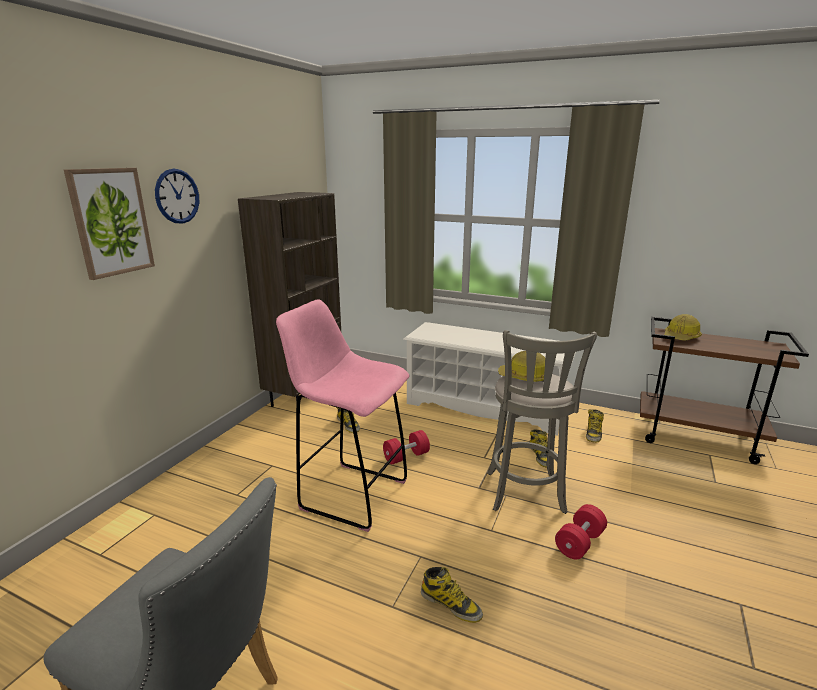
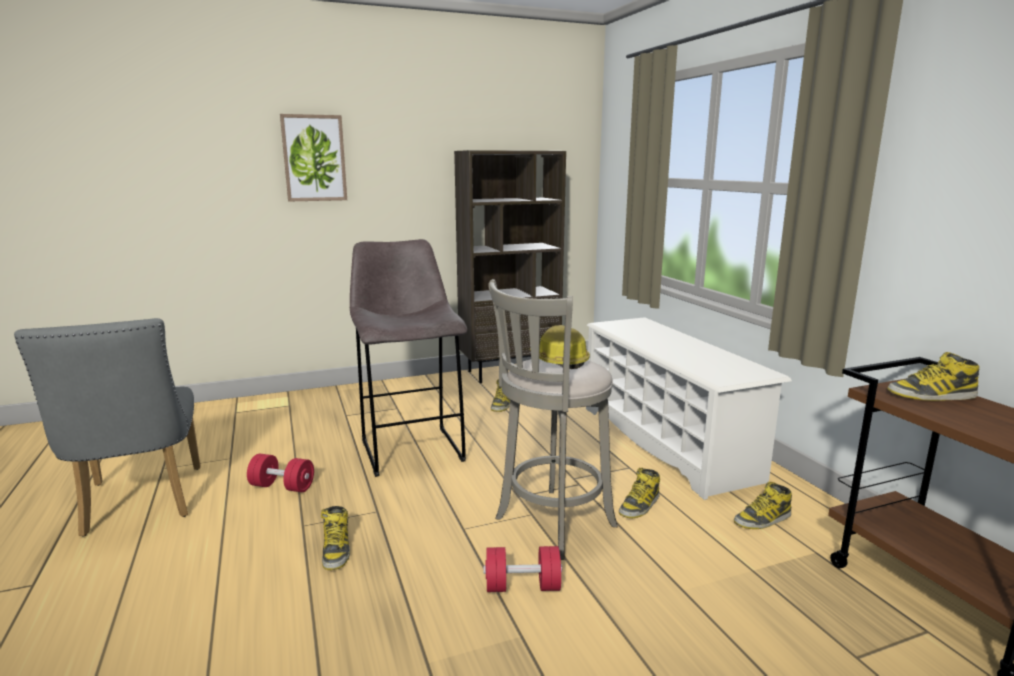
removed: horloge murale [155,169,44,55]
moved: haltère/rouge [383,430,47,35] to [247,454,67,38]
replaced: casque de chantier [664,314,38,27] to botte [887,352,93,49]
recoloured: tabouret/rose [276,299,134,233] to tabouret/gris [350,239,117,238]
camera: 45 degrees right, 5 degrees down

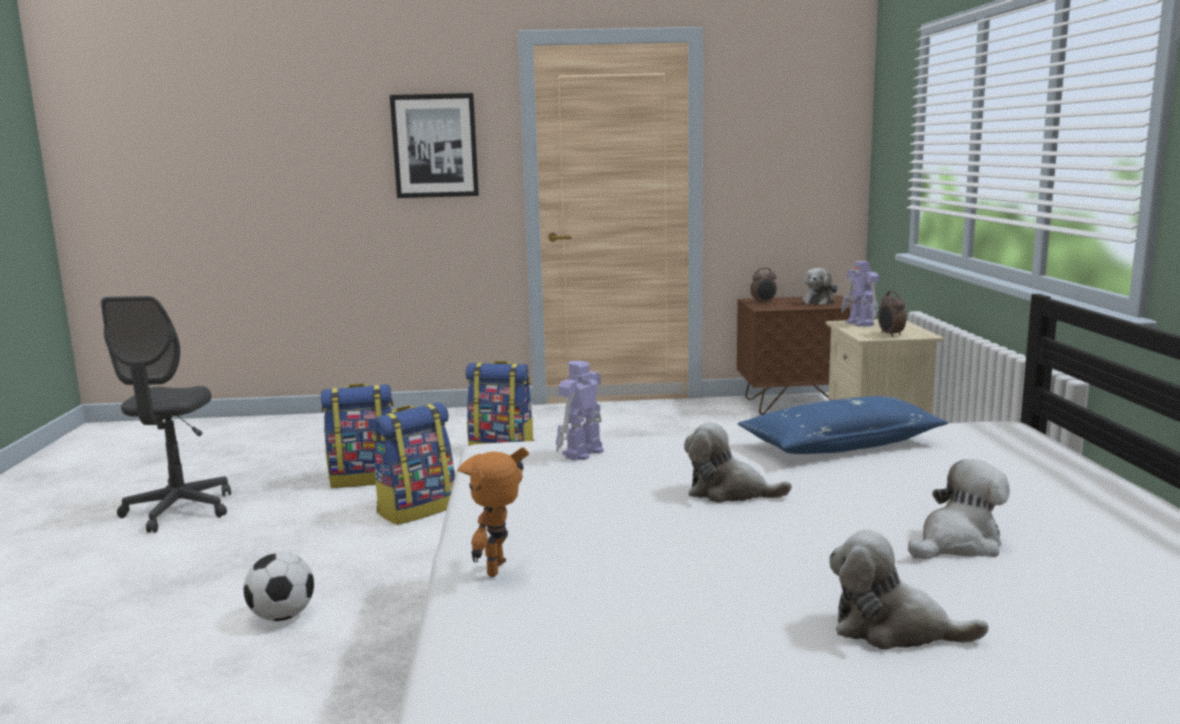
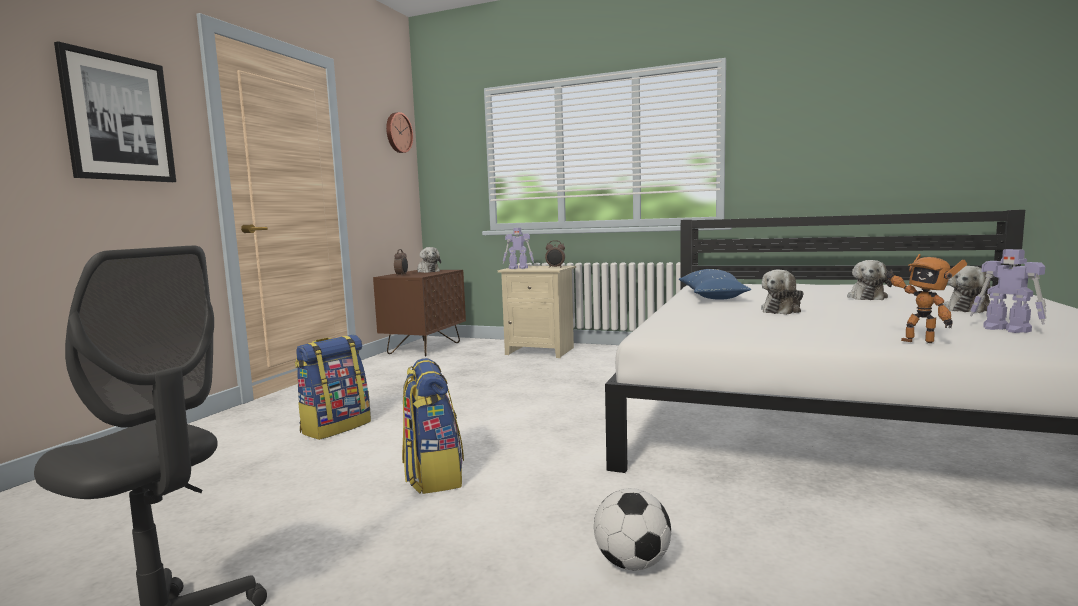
removed: sac à dos [320,384,74,104]
added: horloge murale [386,112,27,41]
moved: robot jouet [556,361,47,99] to [970,249,77,84]
turned: peluche [908,459,102,100] = [847,260,45,40] 150 degrees counterclockwise
camera: 65 degrees left, 5 degrees down

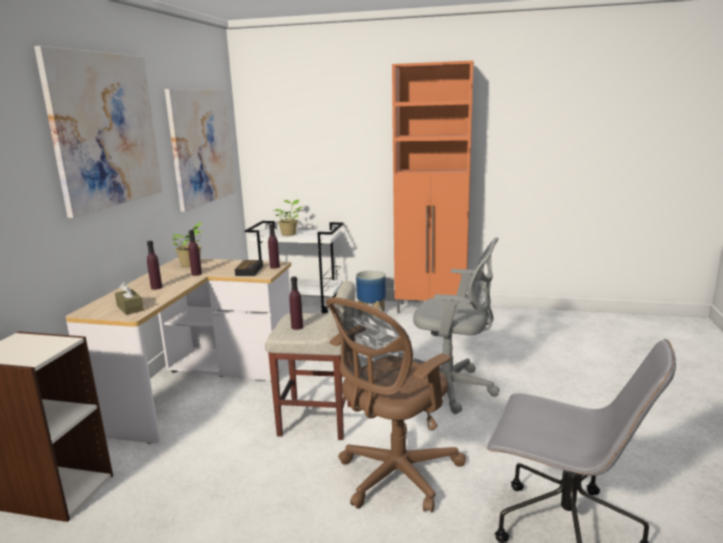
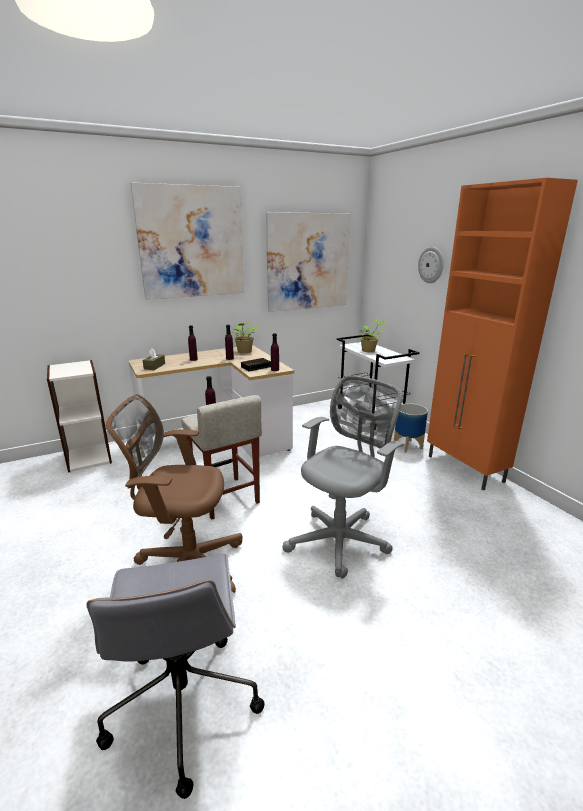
added: horloge murale [418,247,26,36]
turned: chaise de bureau/gris [413,237,87,177] = [282,375,122,204] 120 degrees counterclockwise
camera: 50 degrees right, 5 degrees up

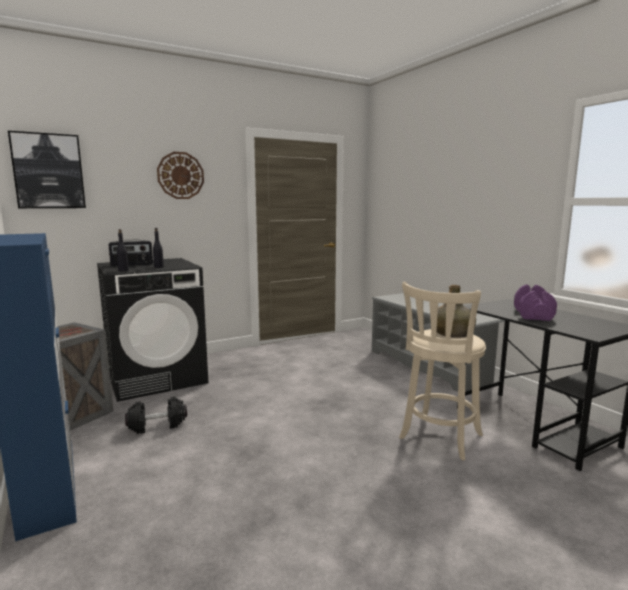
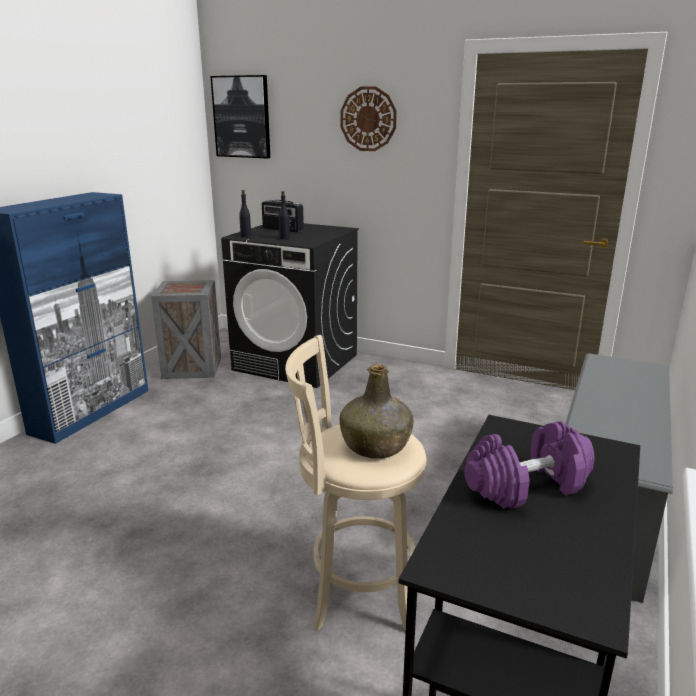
removed: haltère/noir [125,397,62,37]
camera: 55 degrees right, 10 degrees up

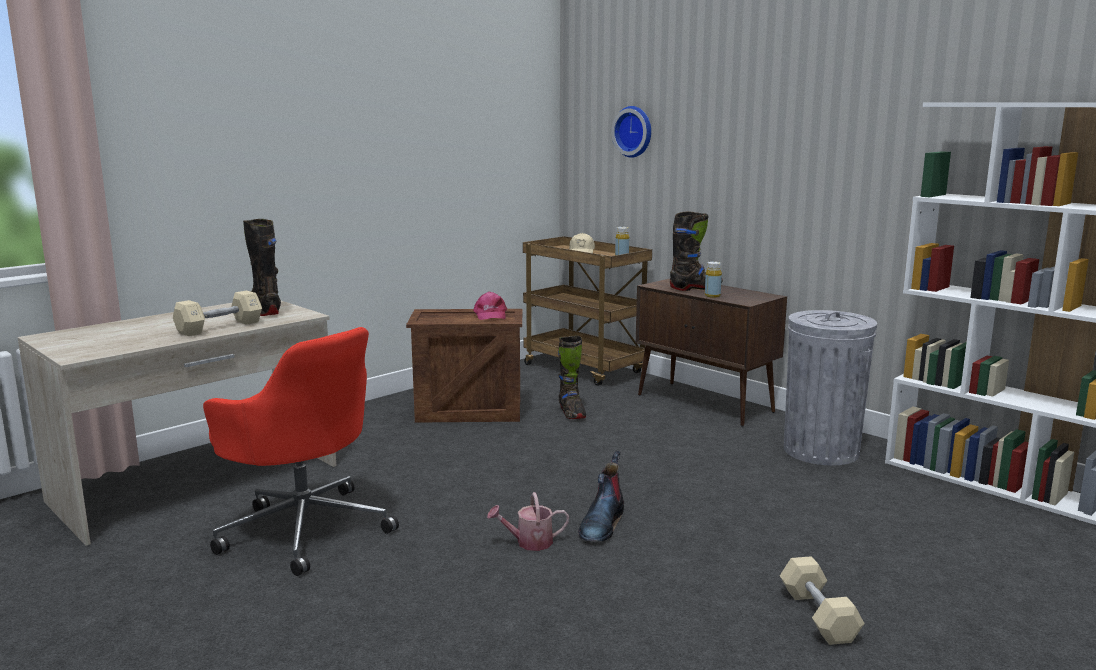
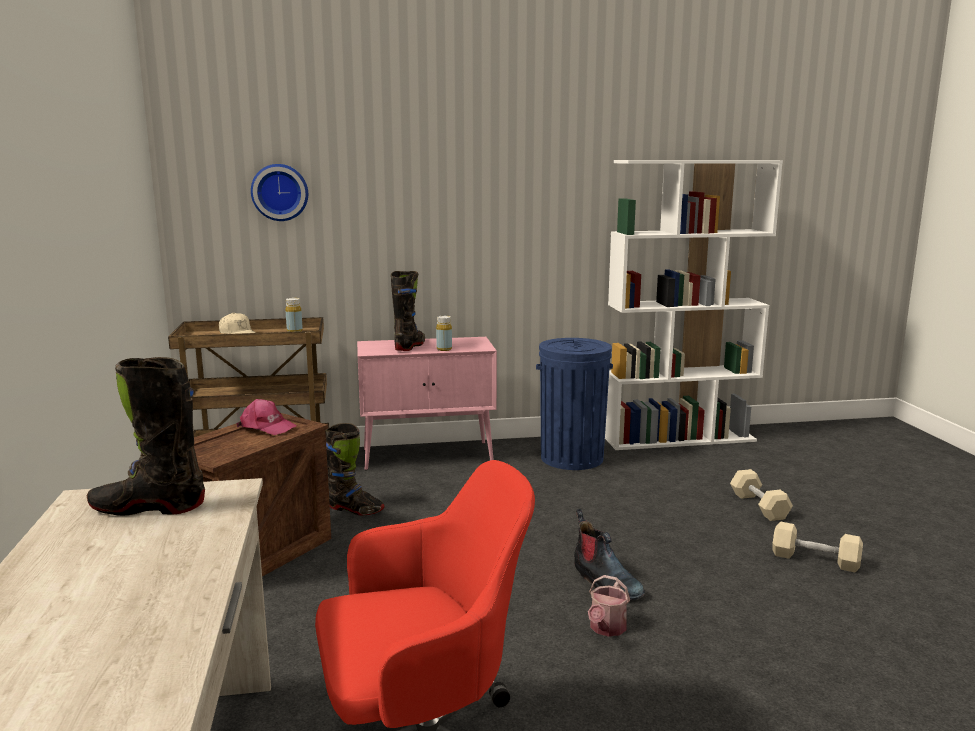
moved: haltère/beige [173,291,89,45] to [730,469,63,52]
recoloured: meuble de rangement/marron [636,279,151,148] to meuble de rangement/rose [357,337,140,133]; poubelle/gris [784,310,93,155] to poubelle/bleu [536,338,77,132]
camera: 55 degrees left, 0 degrees up

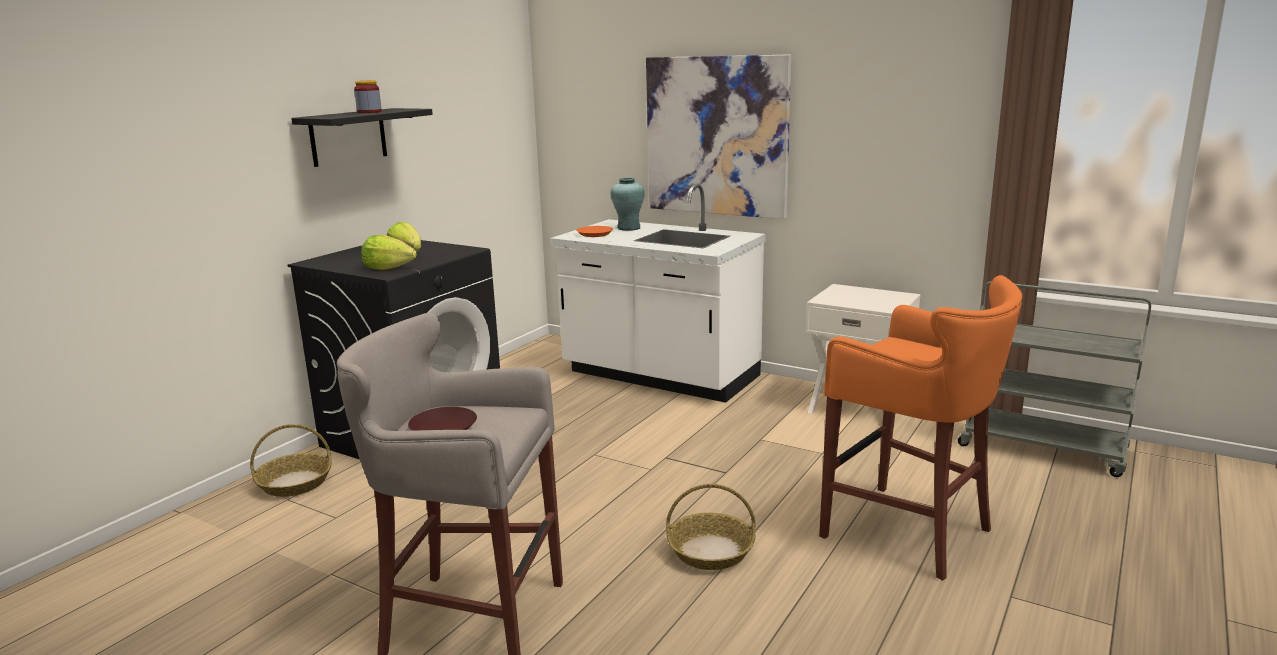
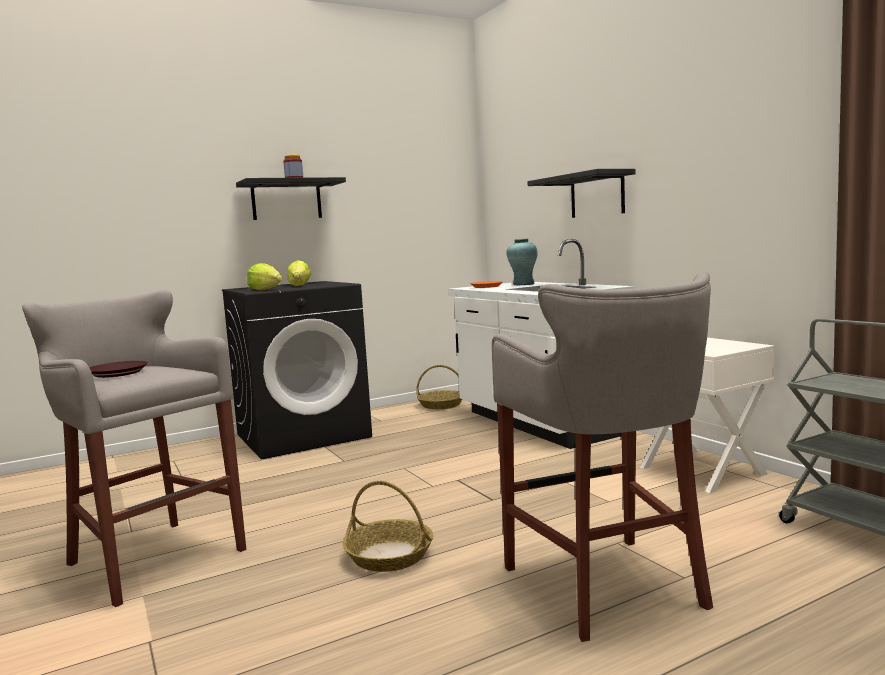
moved: panier [250,424,82,73] to [417,365,45,44]
replaced: tableau [646,54,145,165] to étagère/noir [528,169,108,49]
recoloured: tabouret/orange [819,275,203,306] to tabouret/gris [492,271,221,371]
camera: 30 degrees right, 10 degrees down

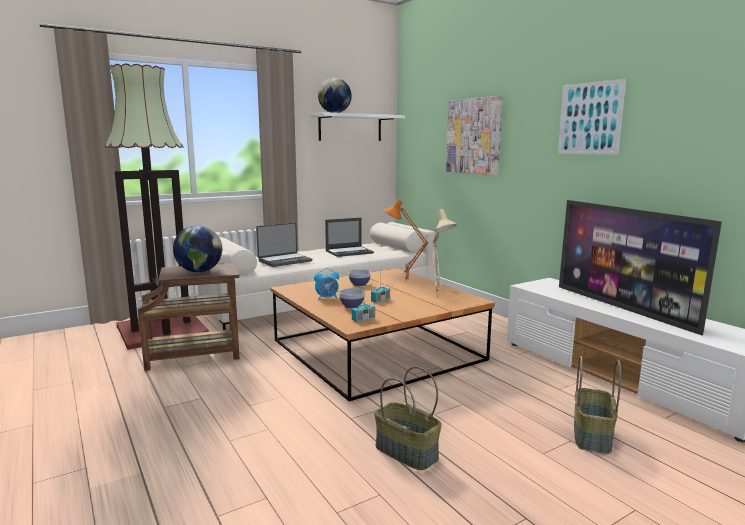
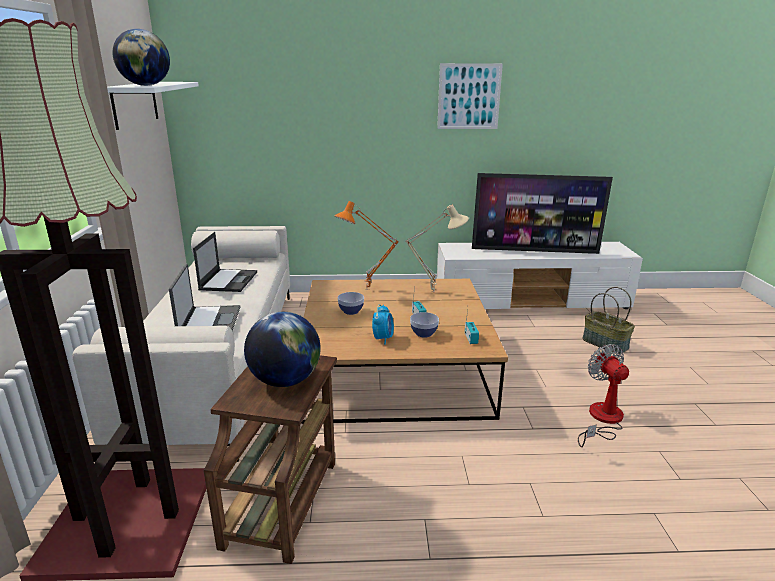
removed: tableau [446,96,57,79]
replaced: panier [374,366,68,104] to ventilateur [578,344,51,103]
camera: 60 degrees left, 10 degrees up

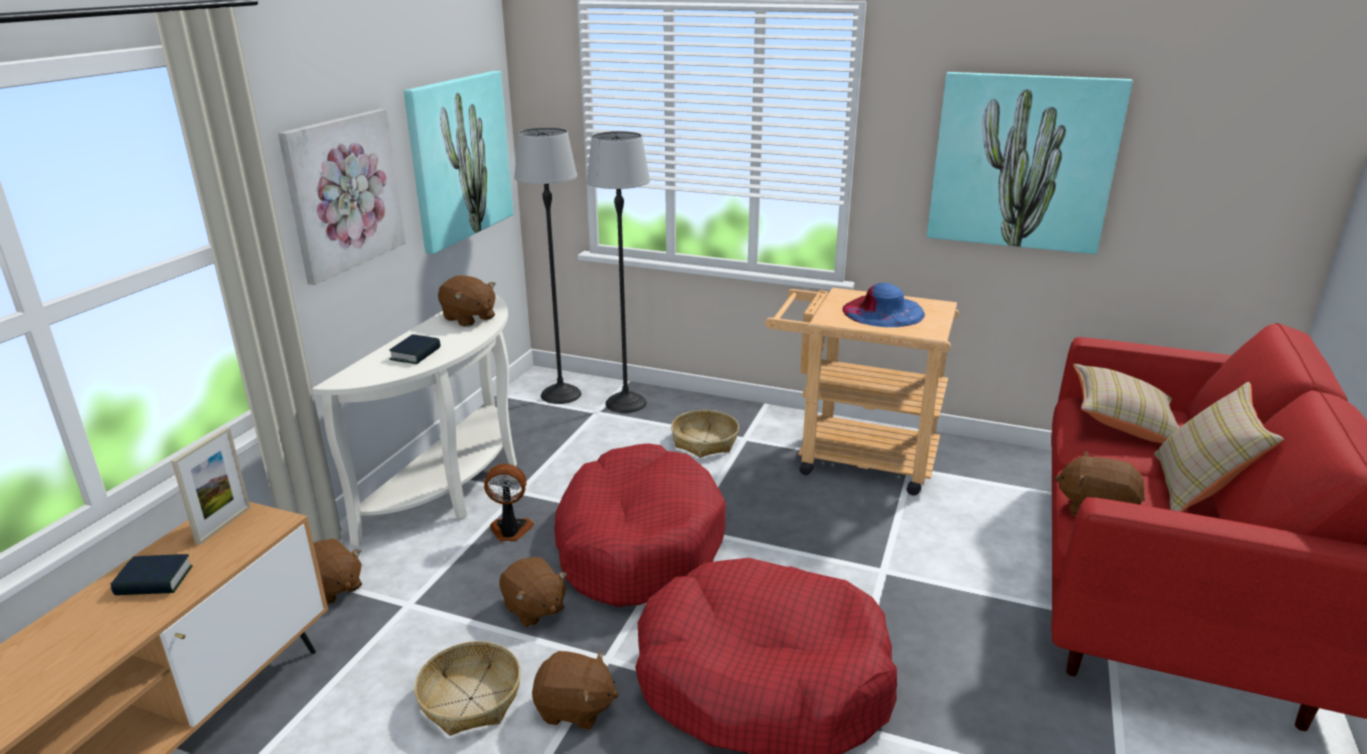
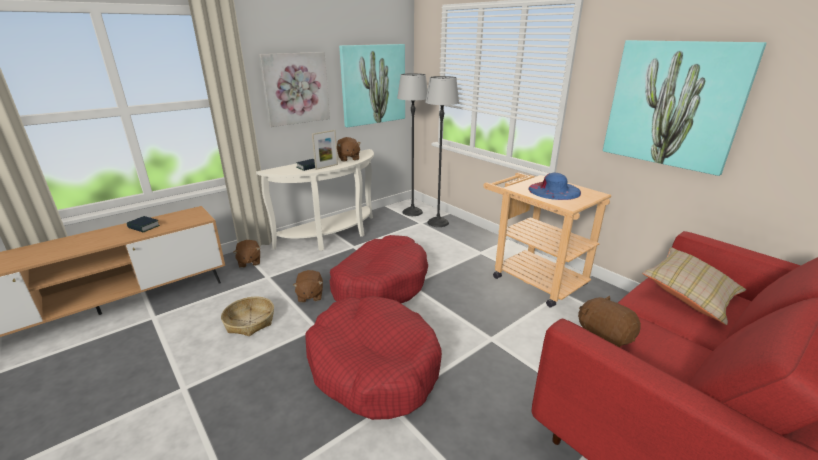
removed: ventilateur [484,464,50,77]; peluche/marron [532,651,87,79]; panier [671,410,68,48]; coussin/beige [1154,382,130,130]
moved: cadre photo [171,427,79,118] to [312,130,26,40]
camera: 30 degrees right, 0 degrees up

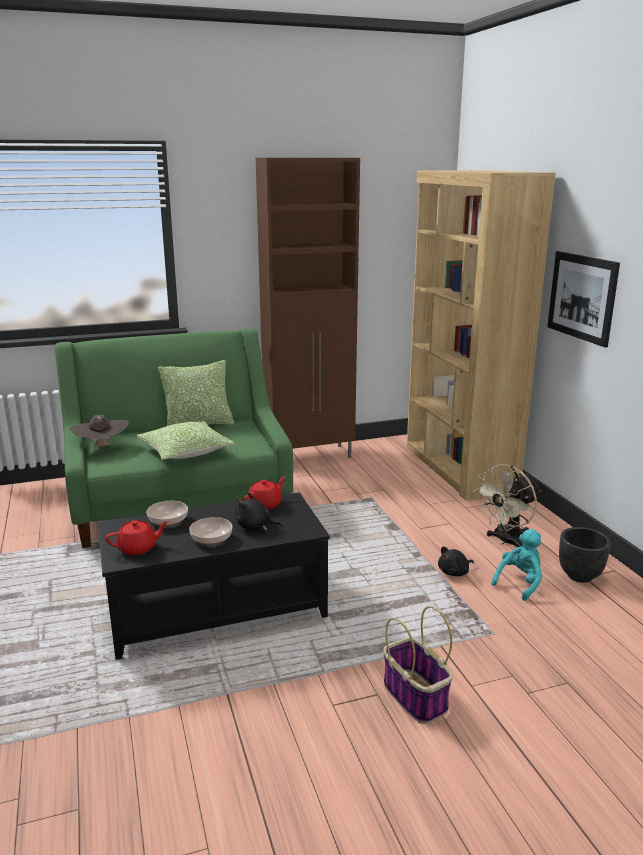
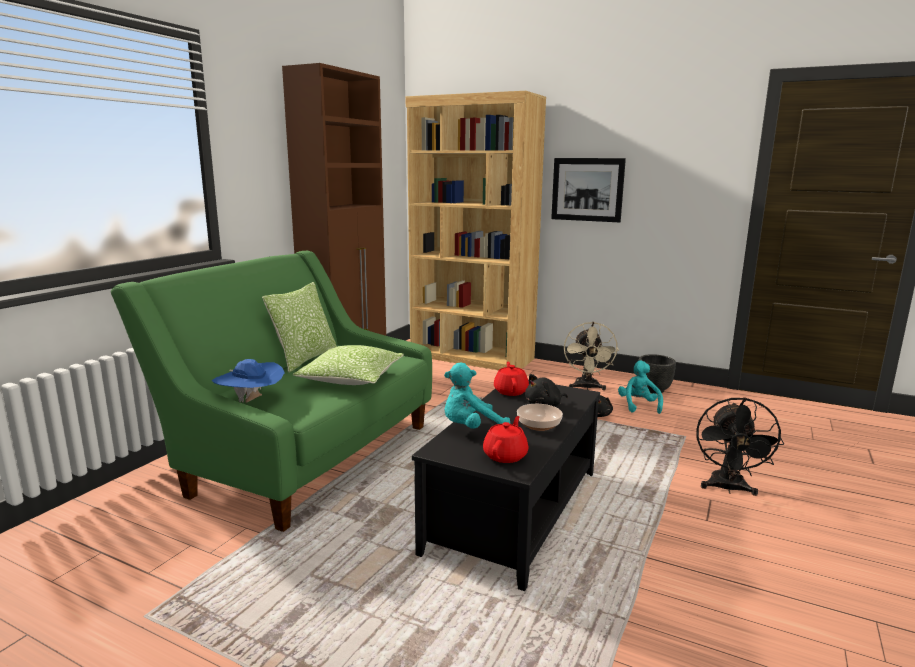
replaced: bol [147,501,41,26] to peluche/turquoise [444,362,66,67]; panier [383,606,70,118] to ventilateur/noir [696,397,88,99]
recoloured: chapeau/marron [70,415,59,32] to chapeau/bleu [212,359,73,44]
camera: 45 degrees left, 5 degrees down

